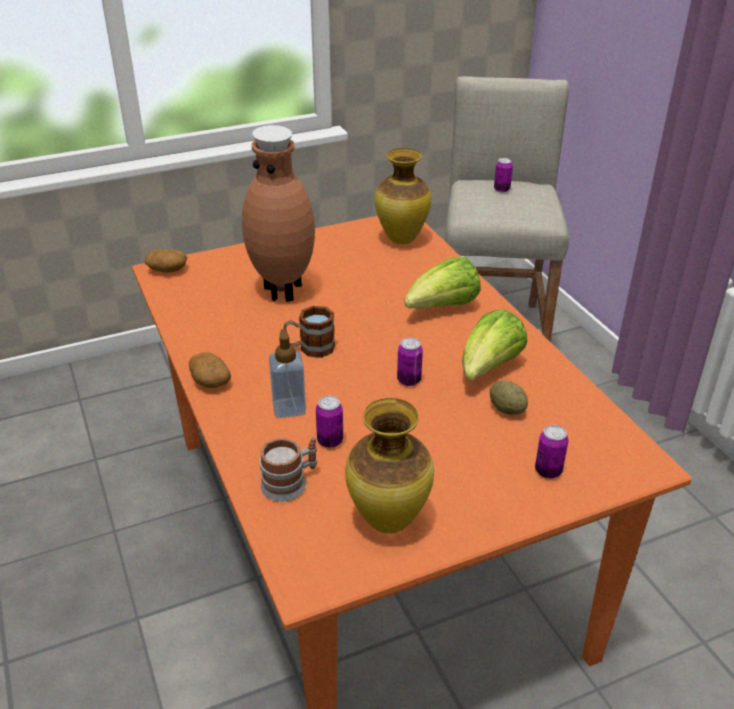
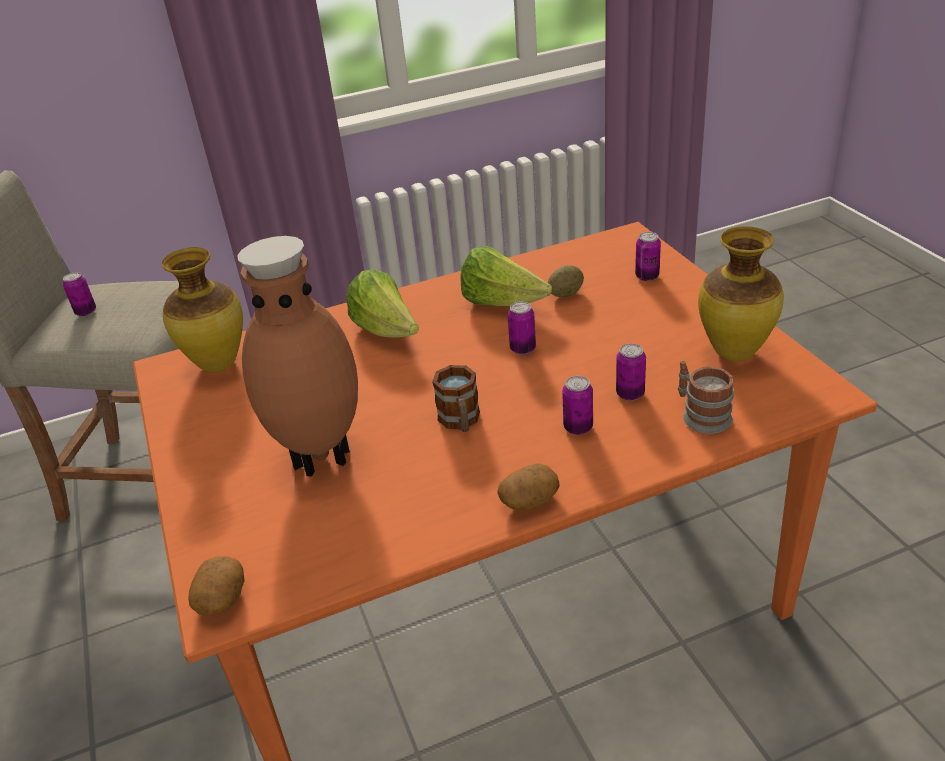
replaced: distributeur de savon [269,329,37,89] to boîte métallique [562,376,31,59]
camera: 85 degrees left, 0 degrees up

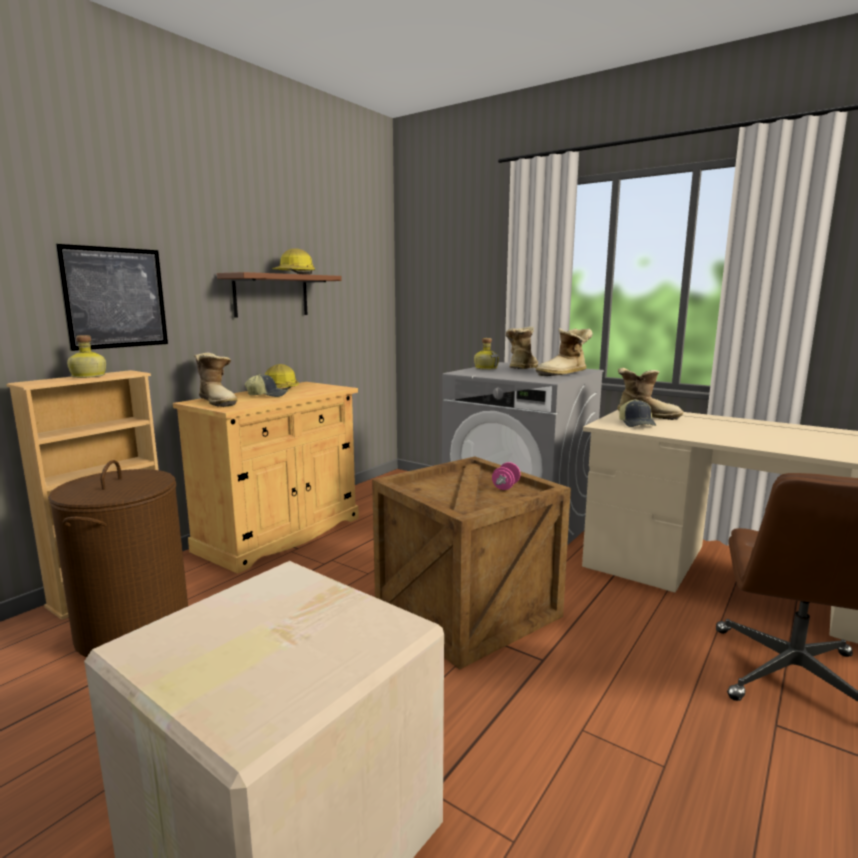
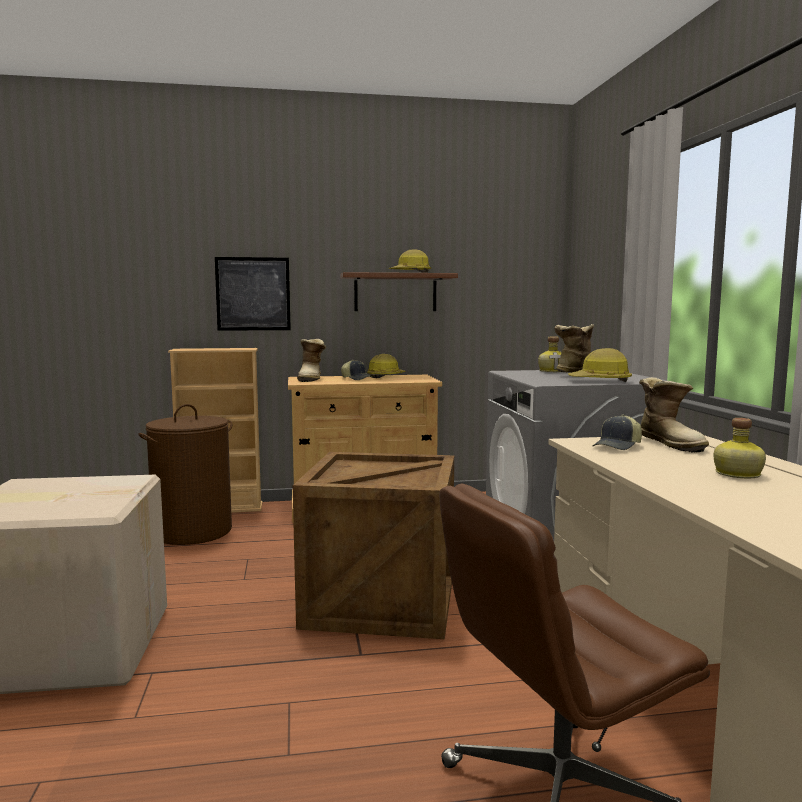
removed: haltère/rose [492,462,29,28]
moved: bouteille [67,335,39,43] to [714,418,52,60]
replaced: botte [536,328,57,48] to casque de chantier [568,348,64,34]
camera: 45 degrees right, 5 degrees down

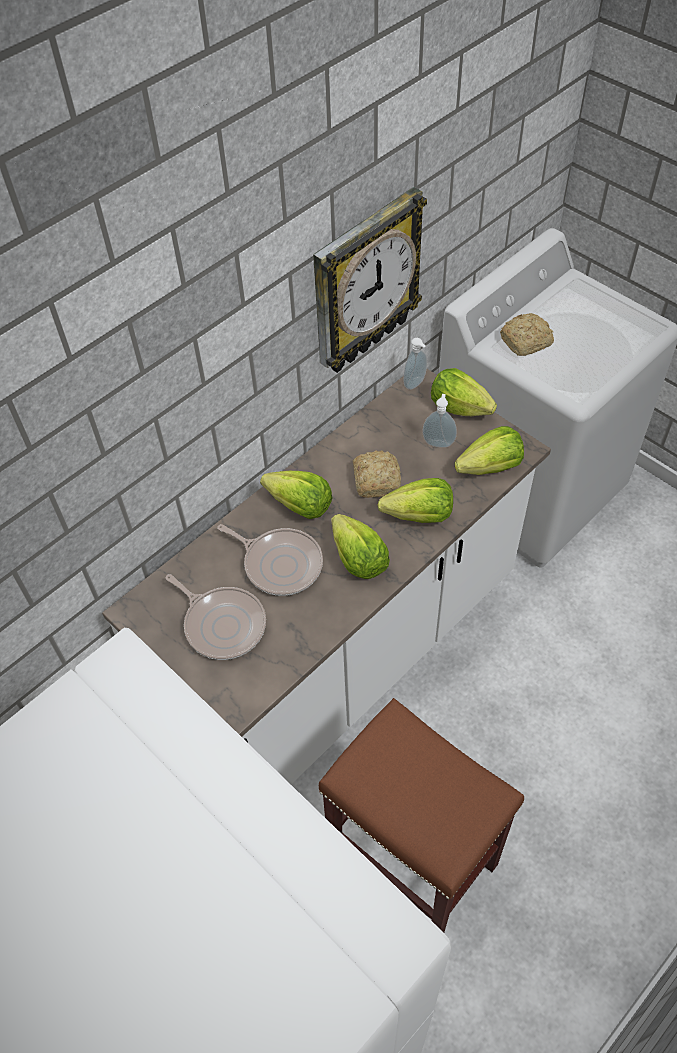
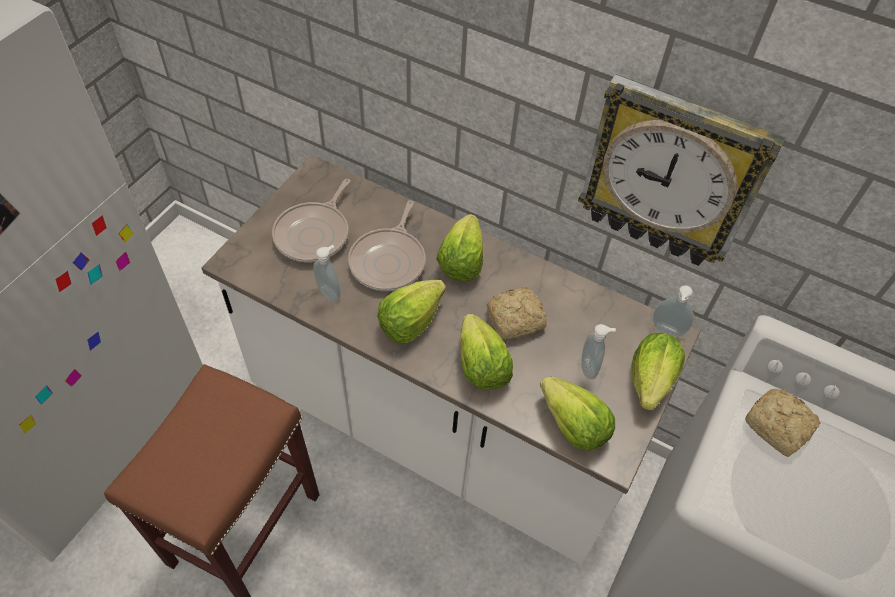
added: distributeur de savon [313,245,28,57]
camera: 70 degrees right, 0 degrees up

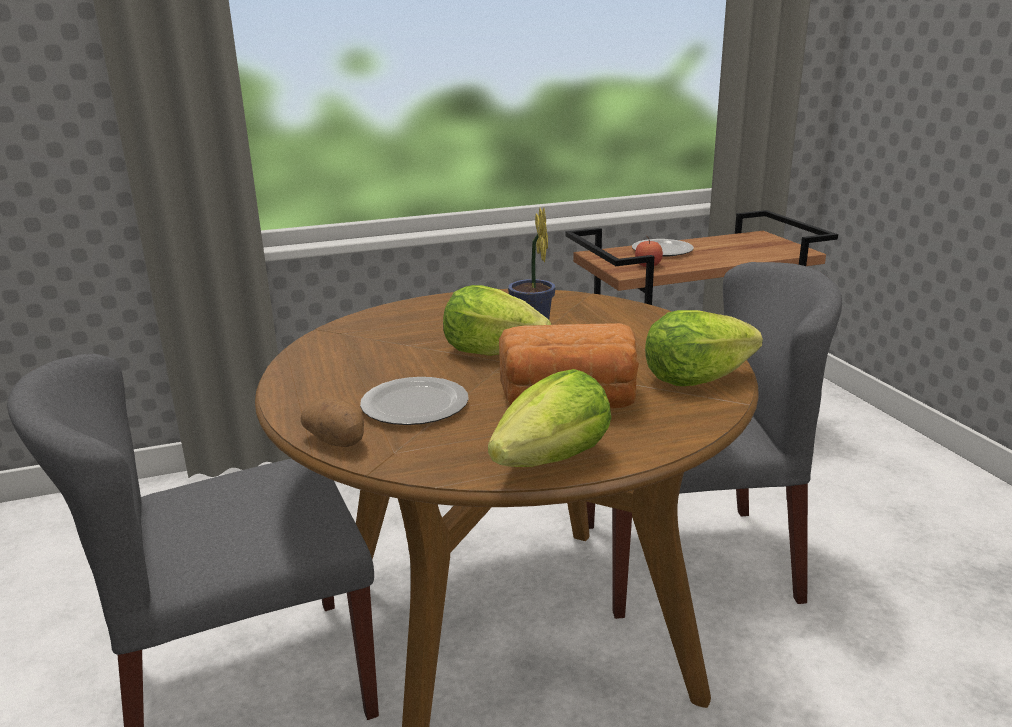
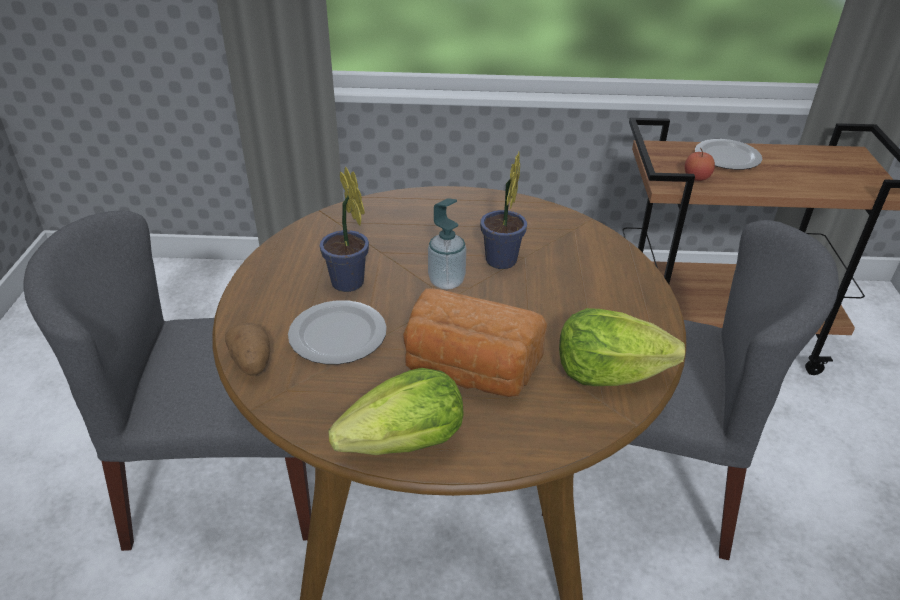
added: plante en pot [319,167,50,125]
replaced: laitue [443,285,108,71] to distributeur de savon [428,198,38,92]
camera: 20 degrees right, 15 degrees up

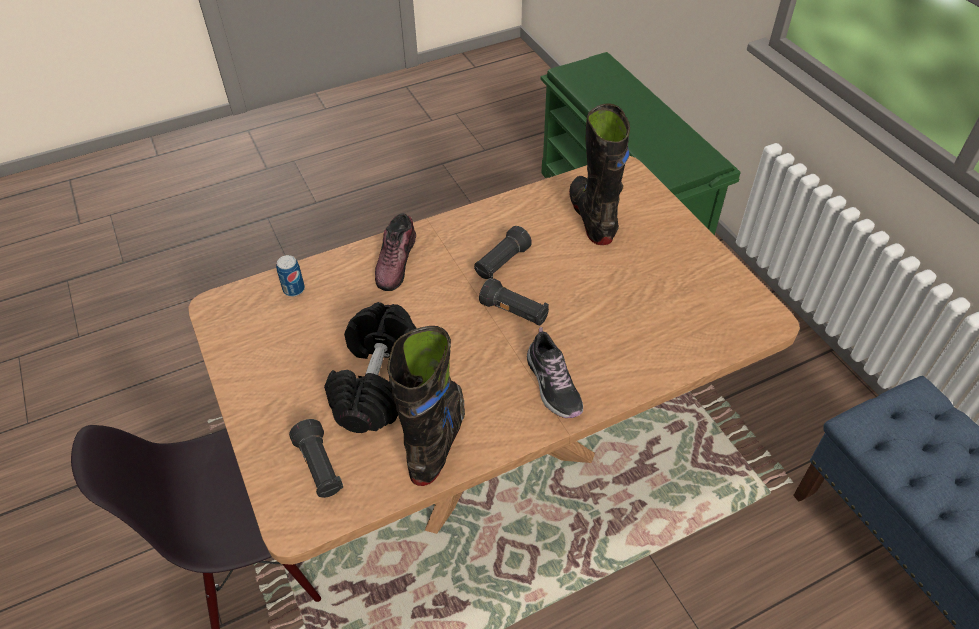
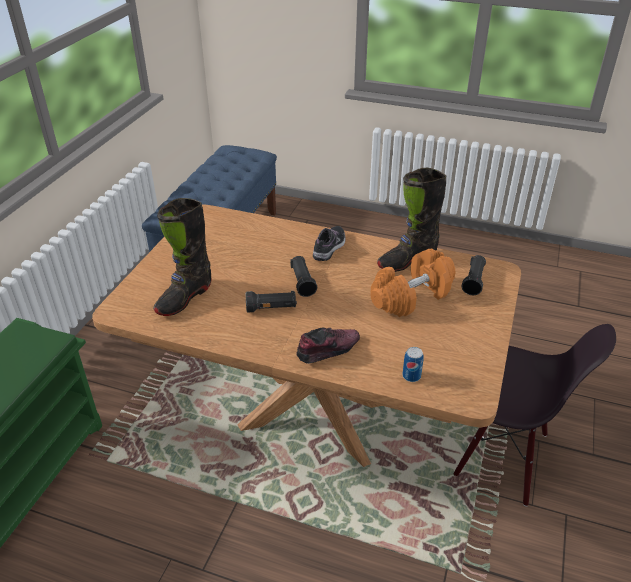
recoloured: haltère/noir [324,302,93,131] to haltère/orange [371,249,85,68]
camera: 135 degrees left, 10 degrees down

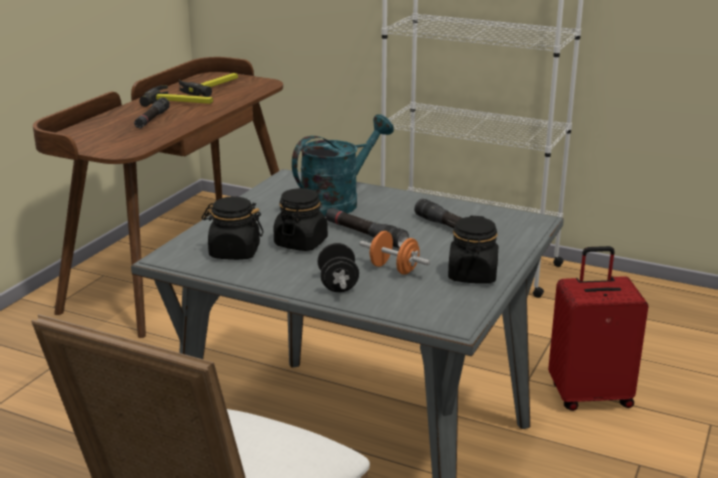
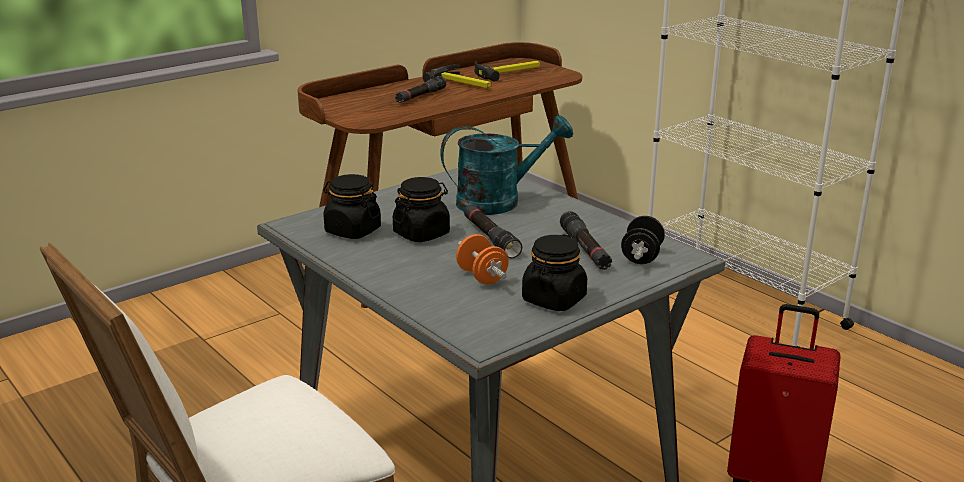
moved: haltère/noir [318,243,41,49] to [621,216,44,48]
camera: 25 degrees right, 0 degrees up

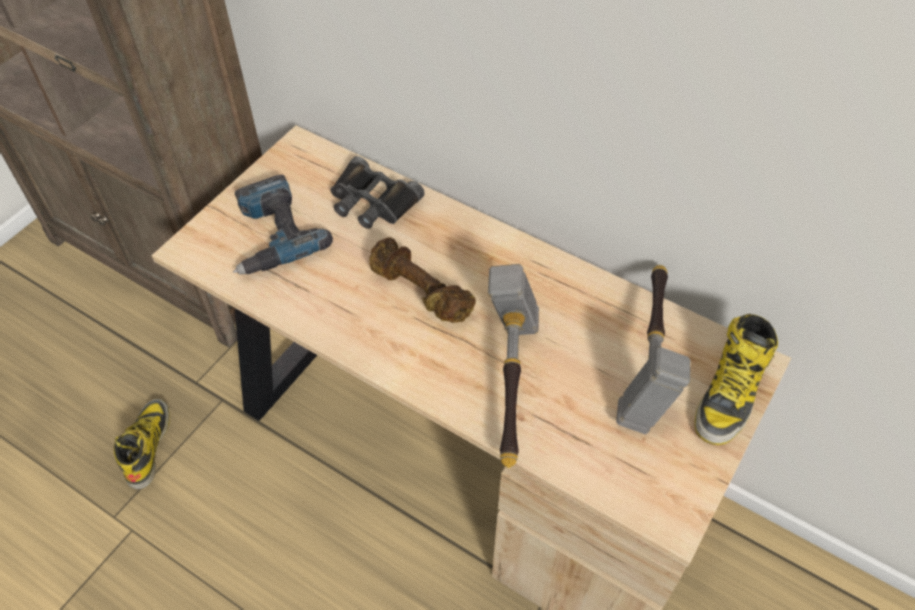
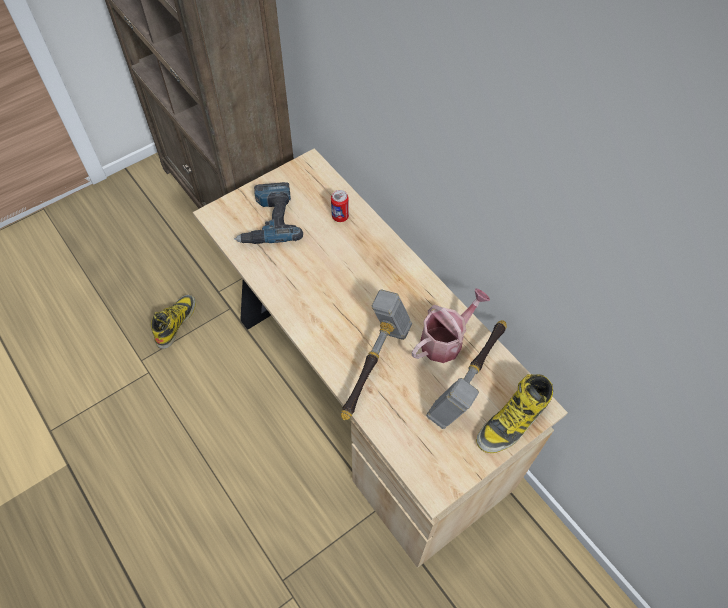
removed: haltère/marron [369,237,107,86]
added: arrosoir [412,288,78,75]
replaced: jumelles/noir [330,156,95,73] to boîte métallique [331,190,18,32]
camera: 20 degrees right, 5 degrees up

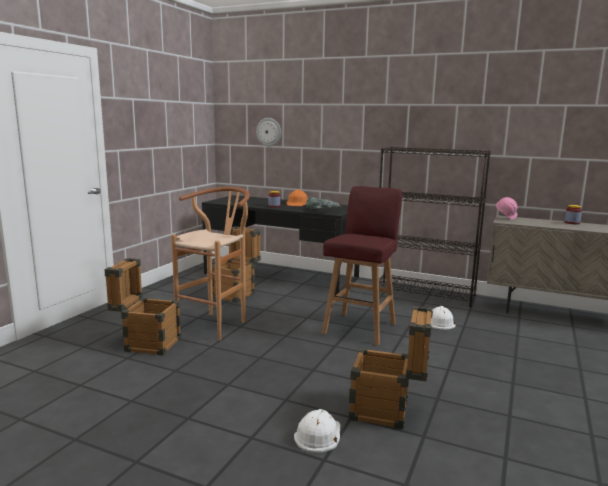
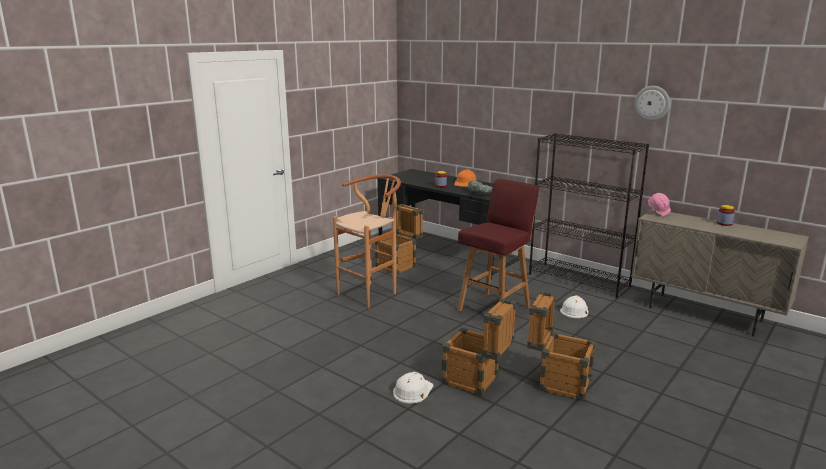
moved: caisse [104,258,77,98] to [527,291,68,110]; horloge murale [256,118,25,29] to [634,86,36,35]
camera: 15 degrees right, 5 degrees up

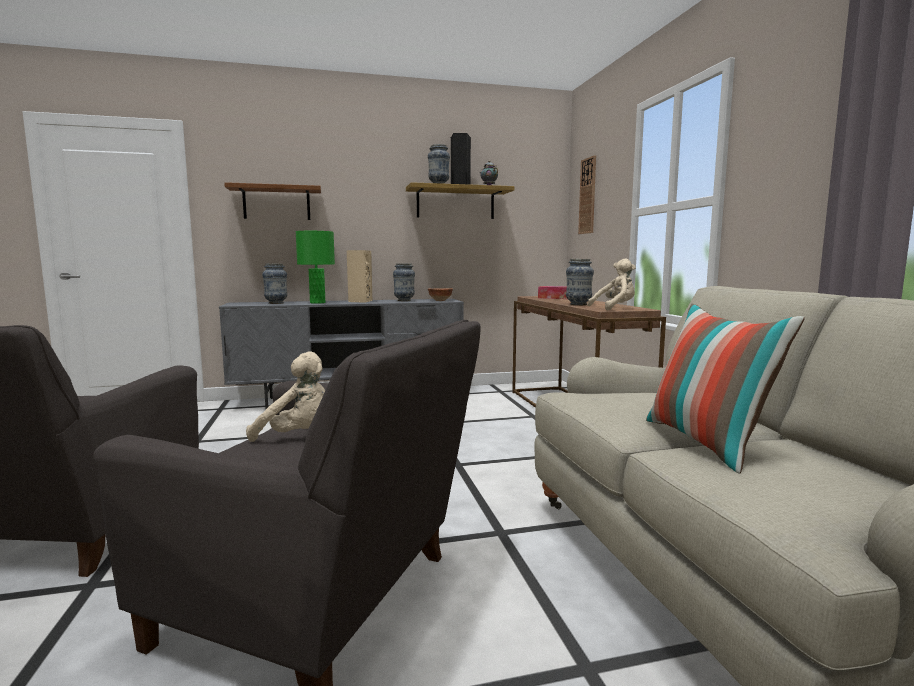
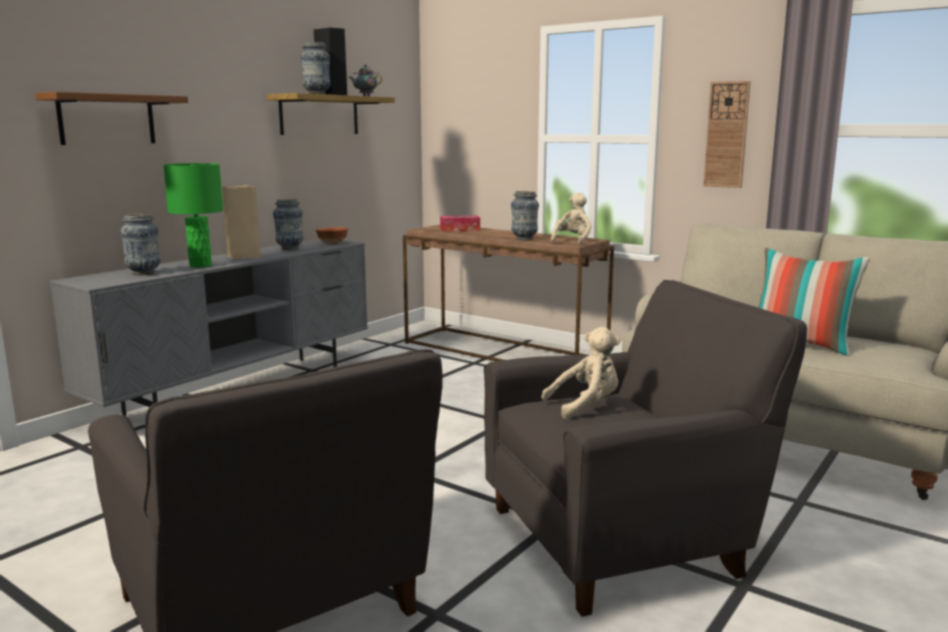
moved: horloge murale [578,155,18,79] to [703,81,48,107]
camera: 40 degrees left, 5 degrees up

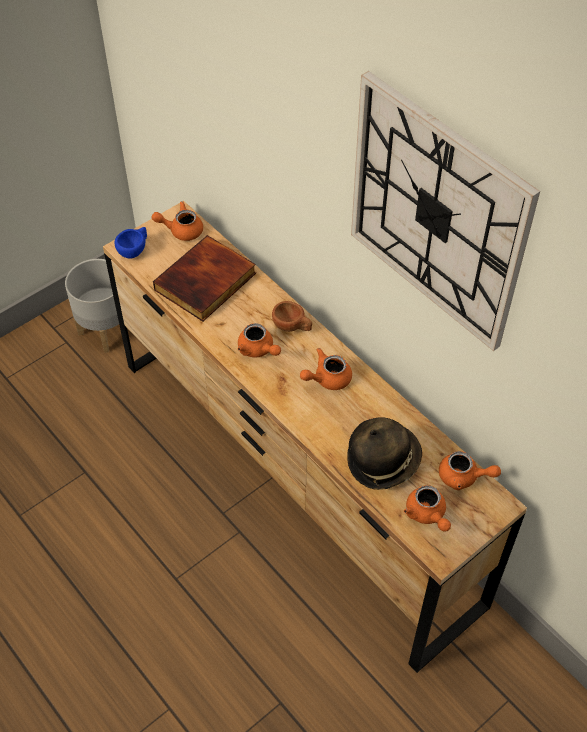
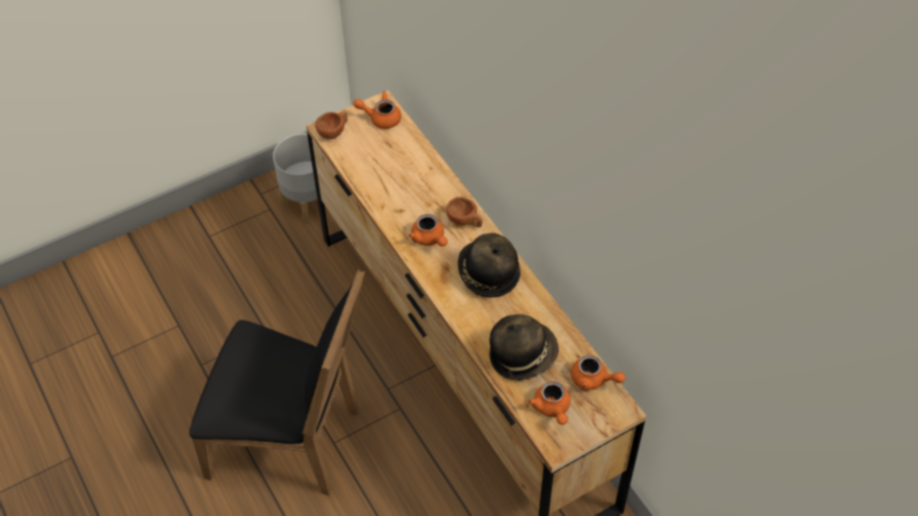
removed: livre [153,235,103,87]; horloge murale [351,71,189,280]
added: chaise/noir [189,269,176,226]
replaced: théière/orange [300,348,52,42] to chapeau [458,233,62,65]
recoloured: tasse/bleu [114,227,33,31] to tasse/marron [315,111,33,29]
camera: 10 degrees right, 0 degrees up

